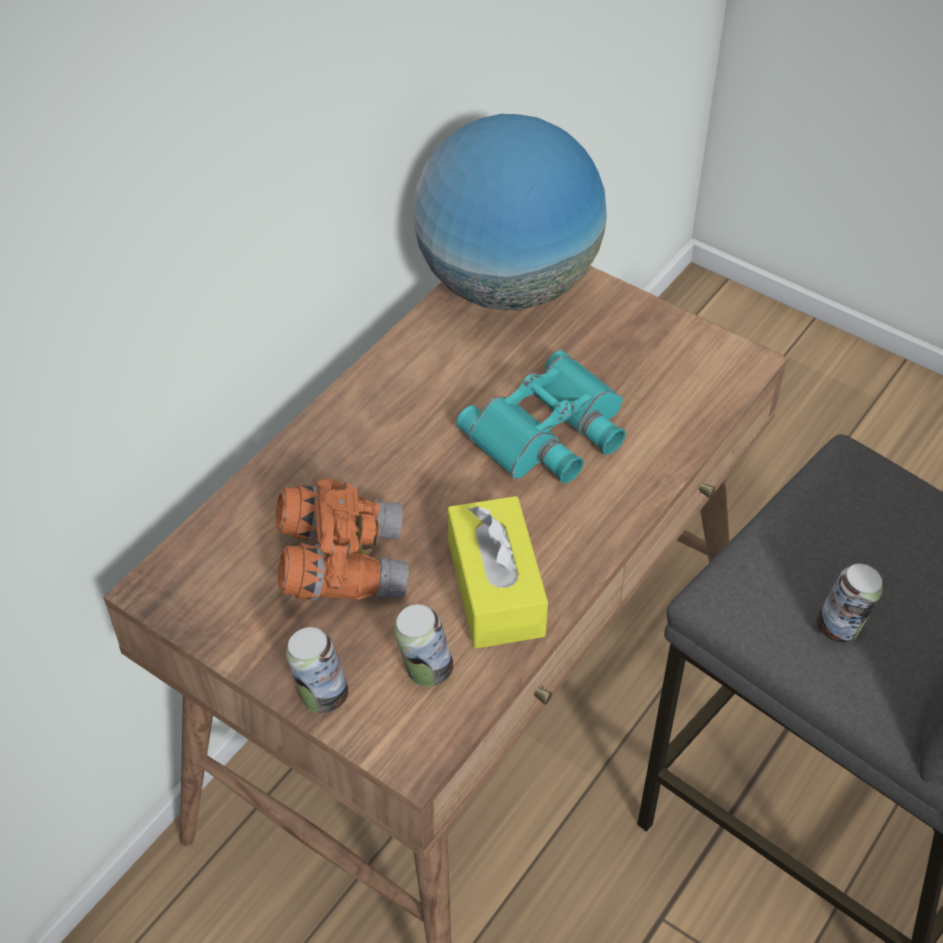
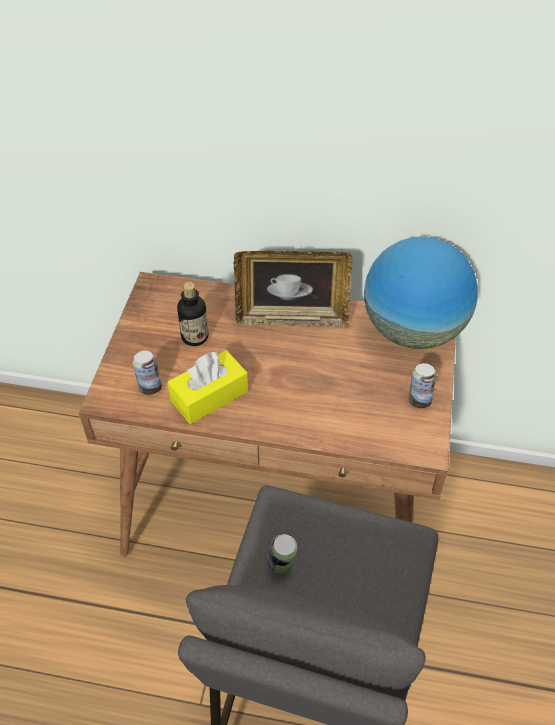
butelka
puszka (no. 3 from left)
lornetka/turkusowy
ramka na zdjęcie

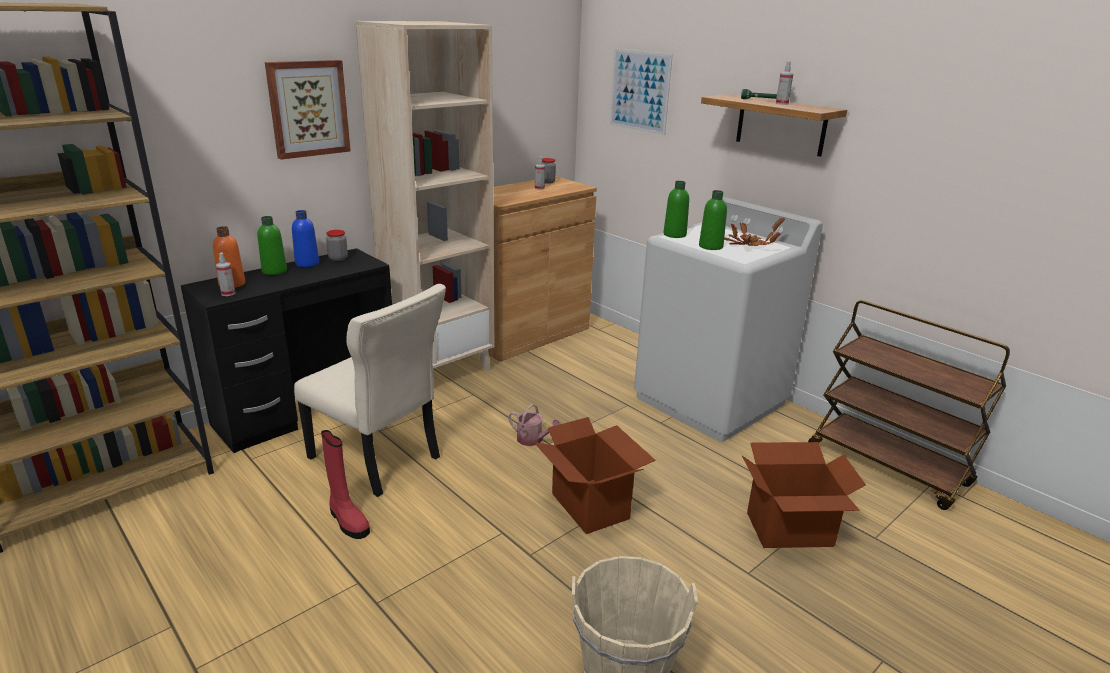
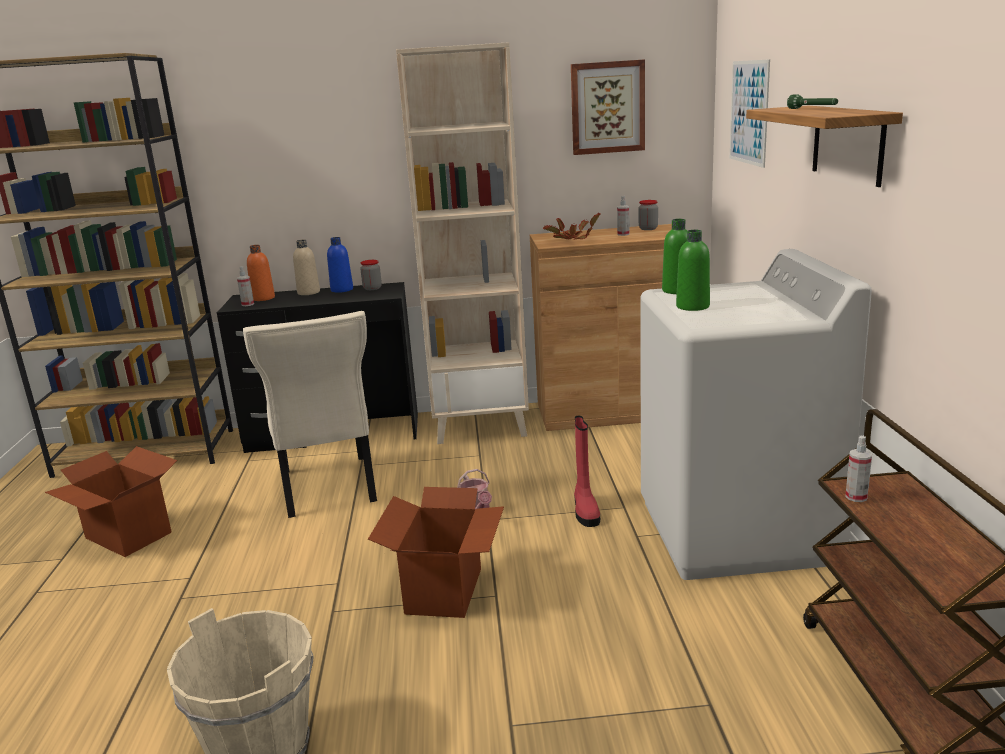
butelka/beżowy
obraz (no. 1 from left)
but z cholewką/czerwony
roślina doniczkowa
karton (no. 1 from left)
spryskiwacz (no. 3 from left)

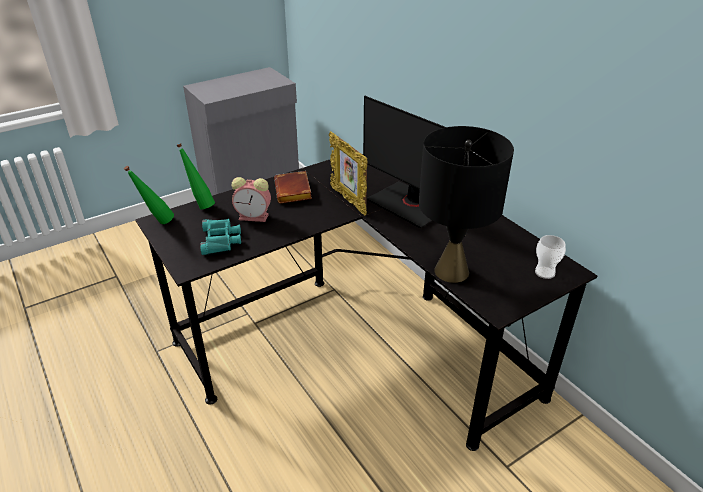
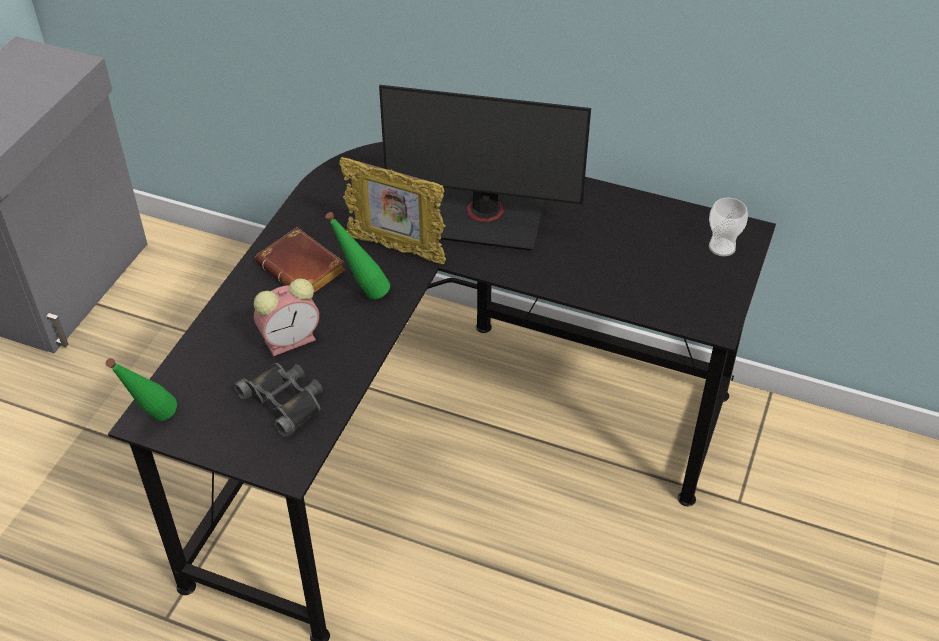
butelka/zielony (no. 2 from left)
lornetka/czarny
lampa stołowa/czarny

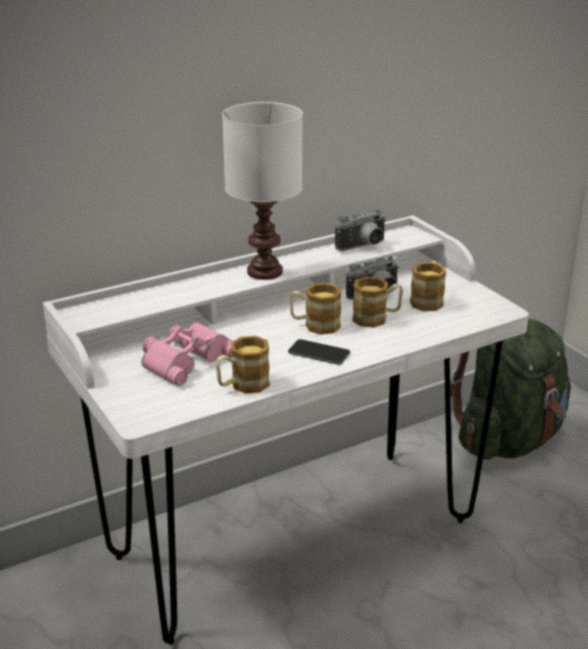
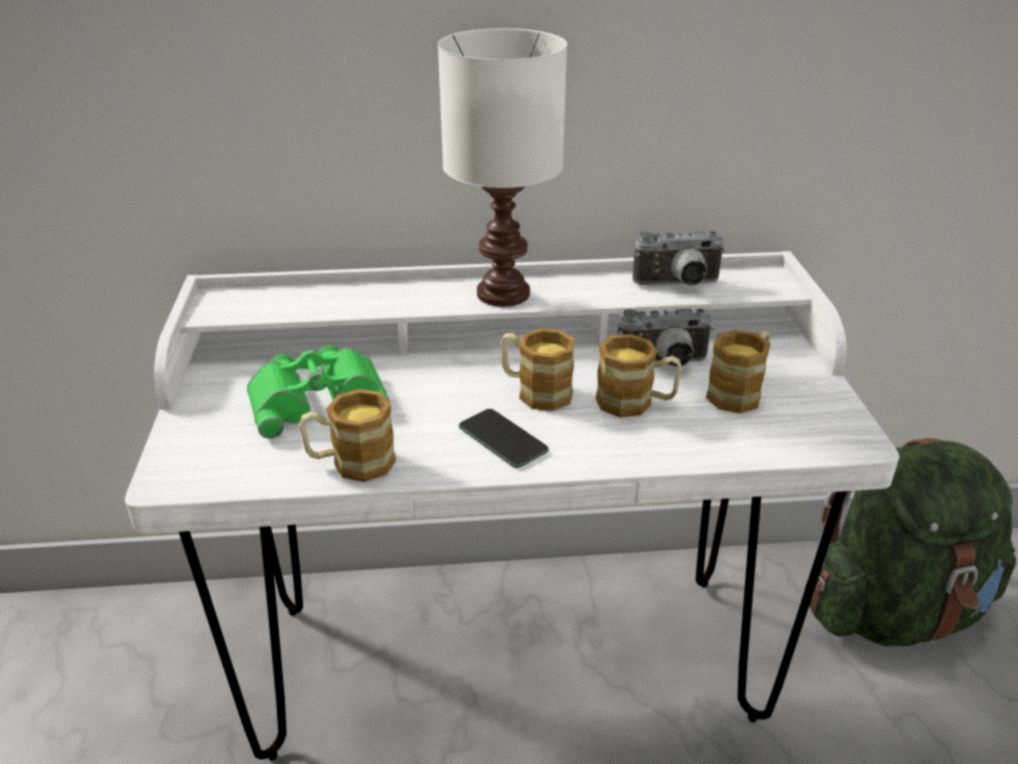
lornetka/zielony

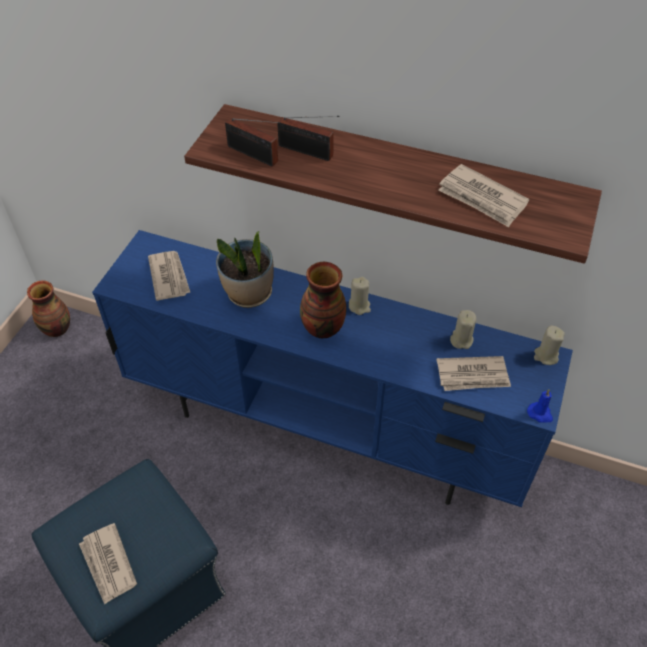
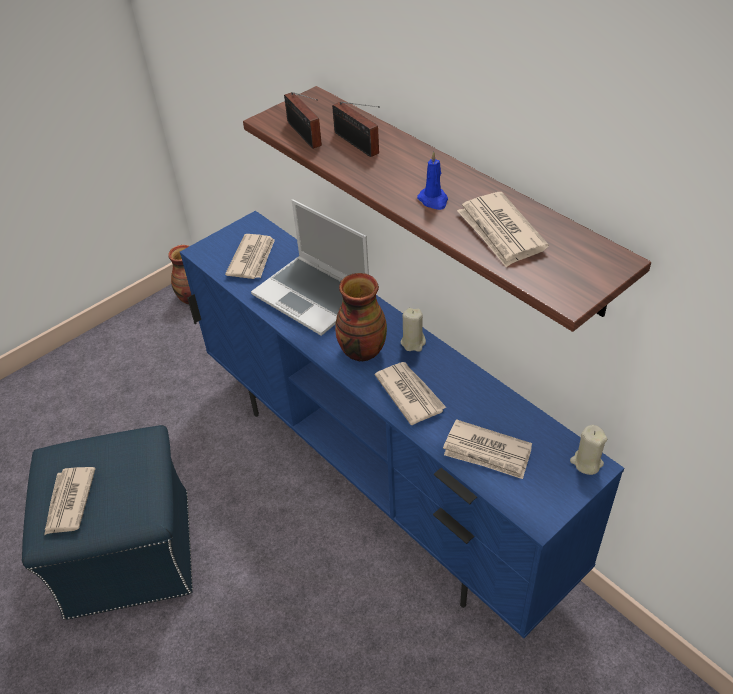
laptop
świeca/beżowy (no. 2 from left in the first image)
świeca/niebieski
gazeta (no. 3 from left)

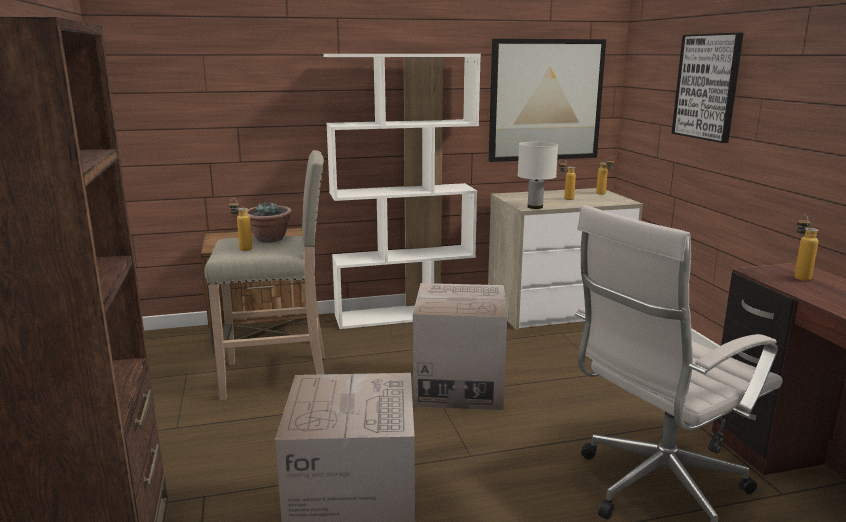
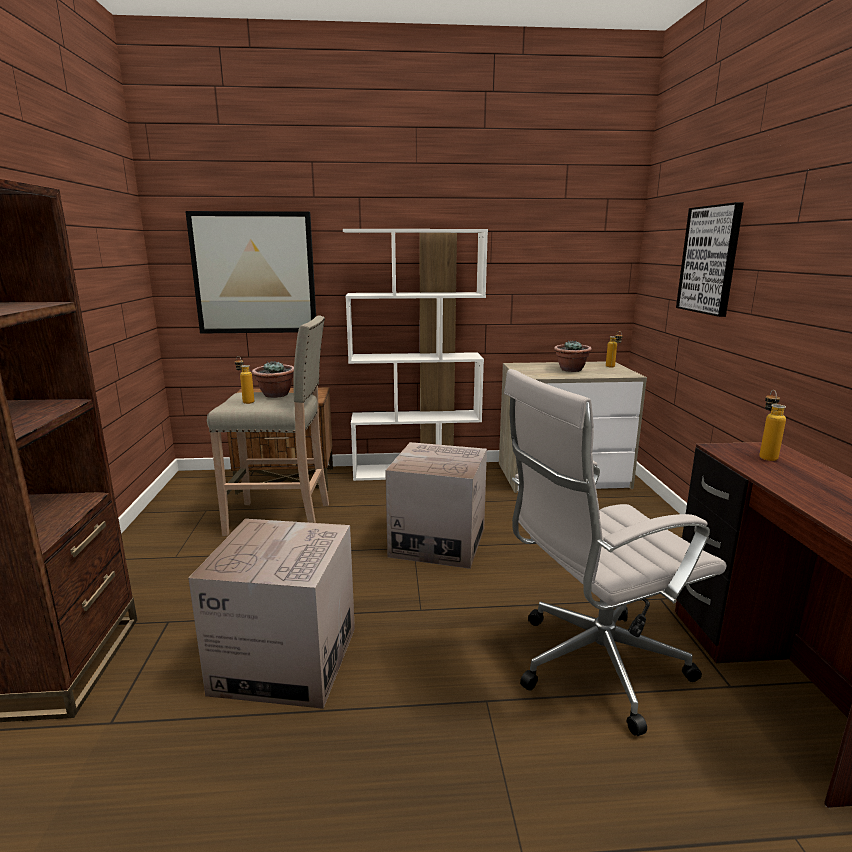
obraz (no. 1 from left)
lampa stołowa/biały
roślina doniczkowa (no. 2 from left)

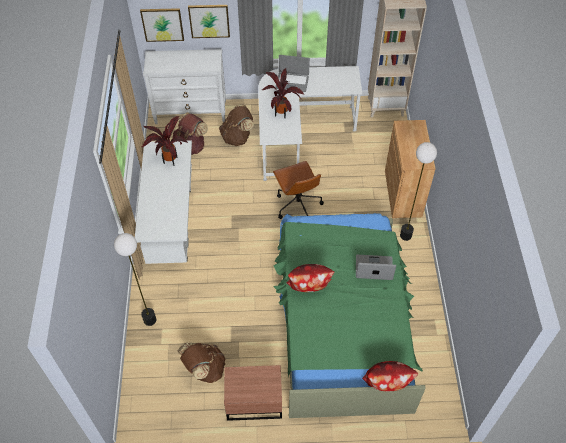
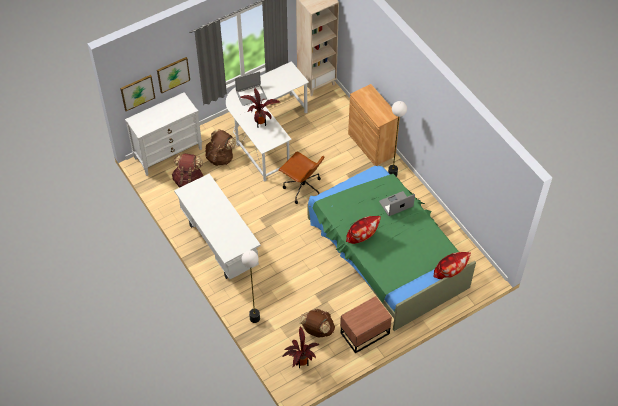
roślina doniczkowa (no. 2 from left)

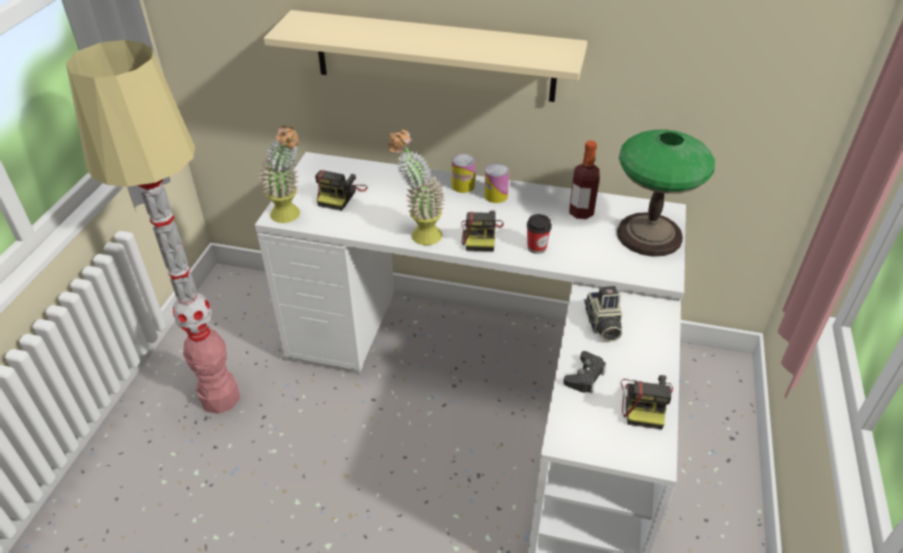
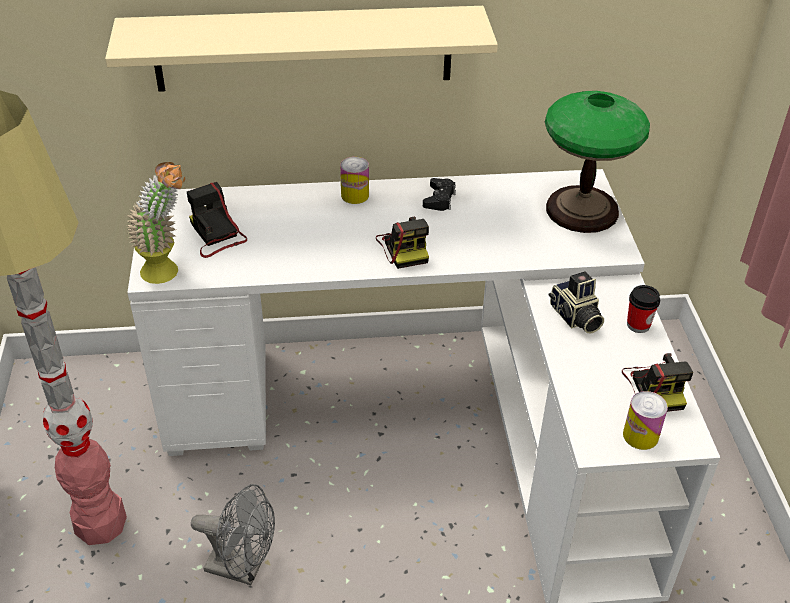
aparat fotograficzny (no. 1 from left)
roślina doniczkowa (no. 2 from left in the first image)
puszka (no. 2 from left)
filiżanka
pad do gier/czarny
butelka
wentylator/szary

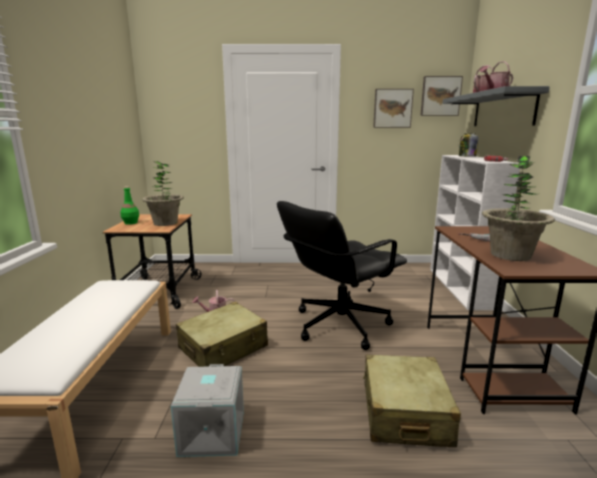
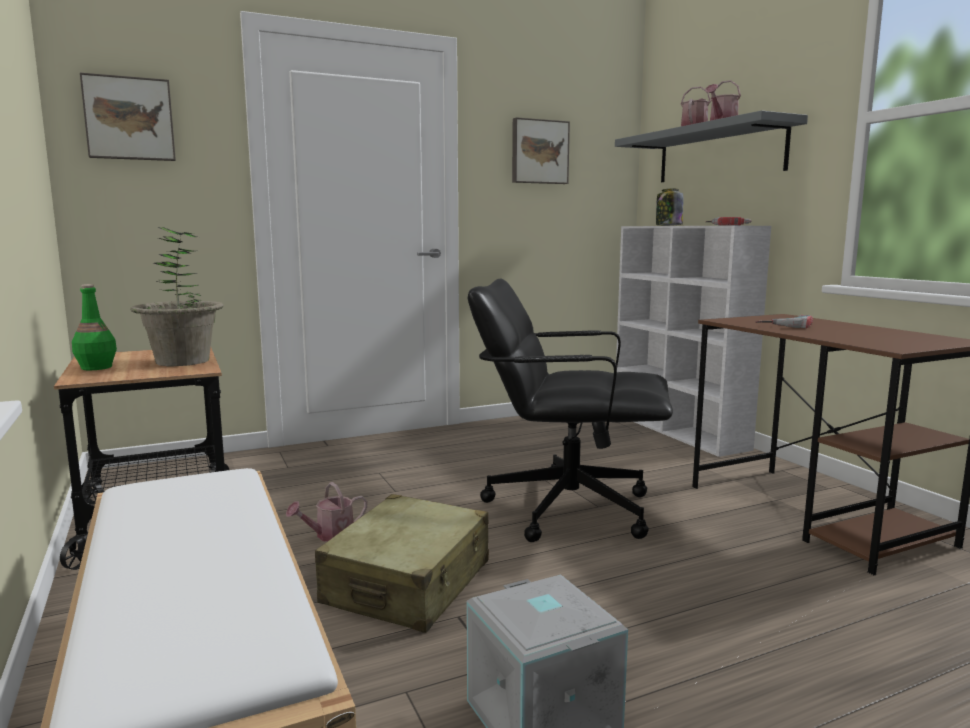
krzesło biurowe/czarny
walizka/beżowy (no. 2 from left in the first image)
obraz (no. 1 from left)
roślina doniczkowa (no. 2 from left in the first image)

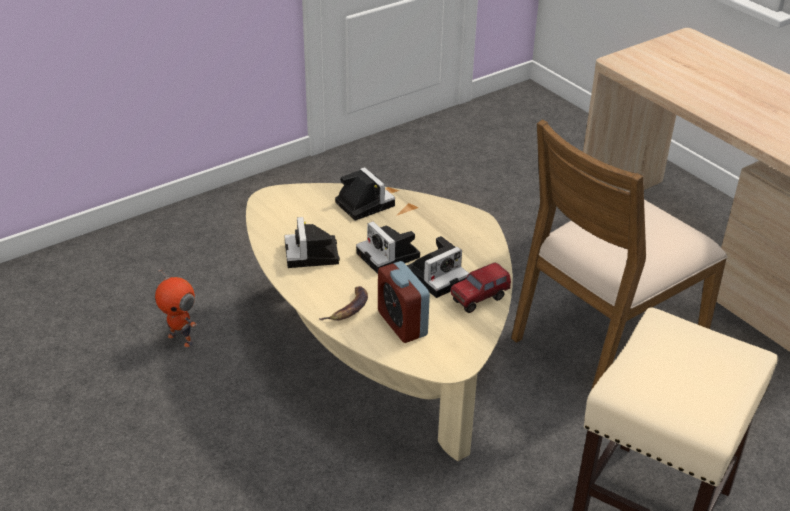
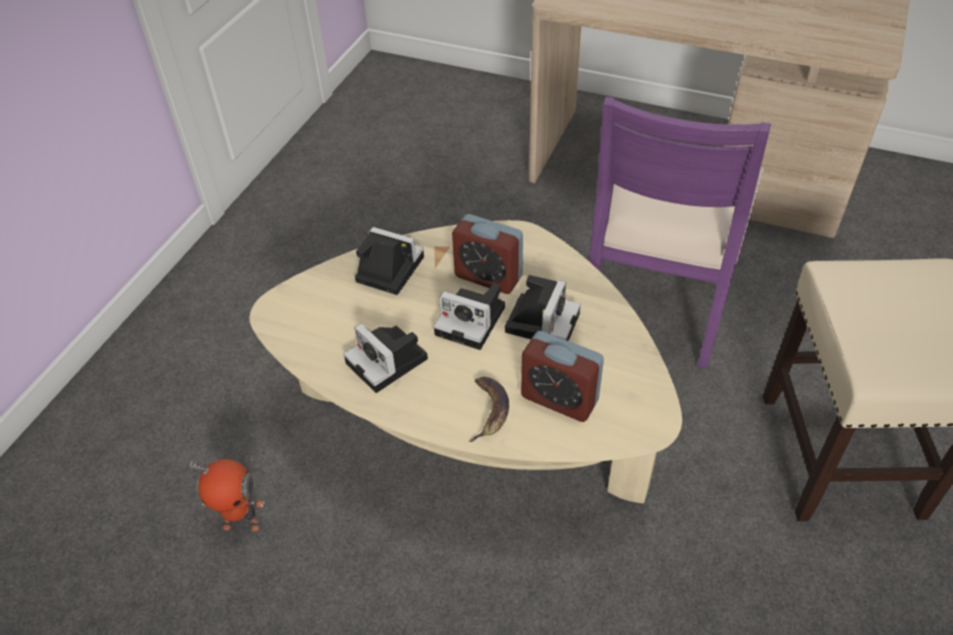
ciężarówka zabawkowa
krzesło/fioletowy
budzik (no. 1 from left)

